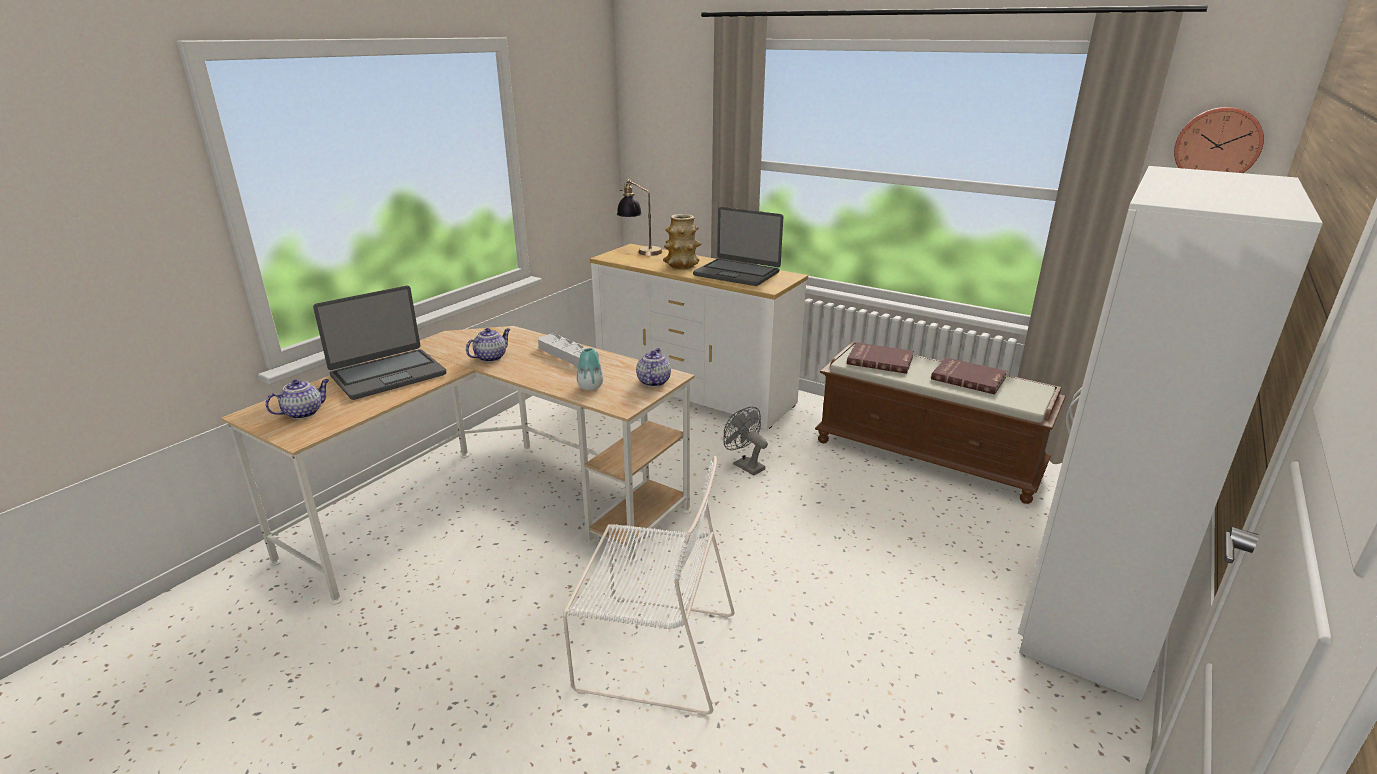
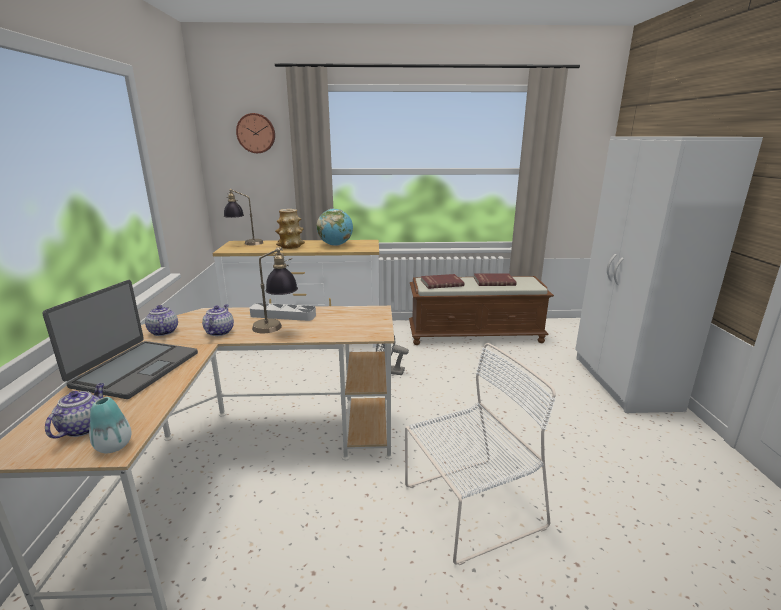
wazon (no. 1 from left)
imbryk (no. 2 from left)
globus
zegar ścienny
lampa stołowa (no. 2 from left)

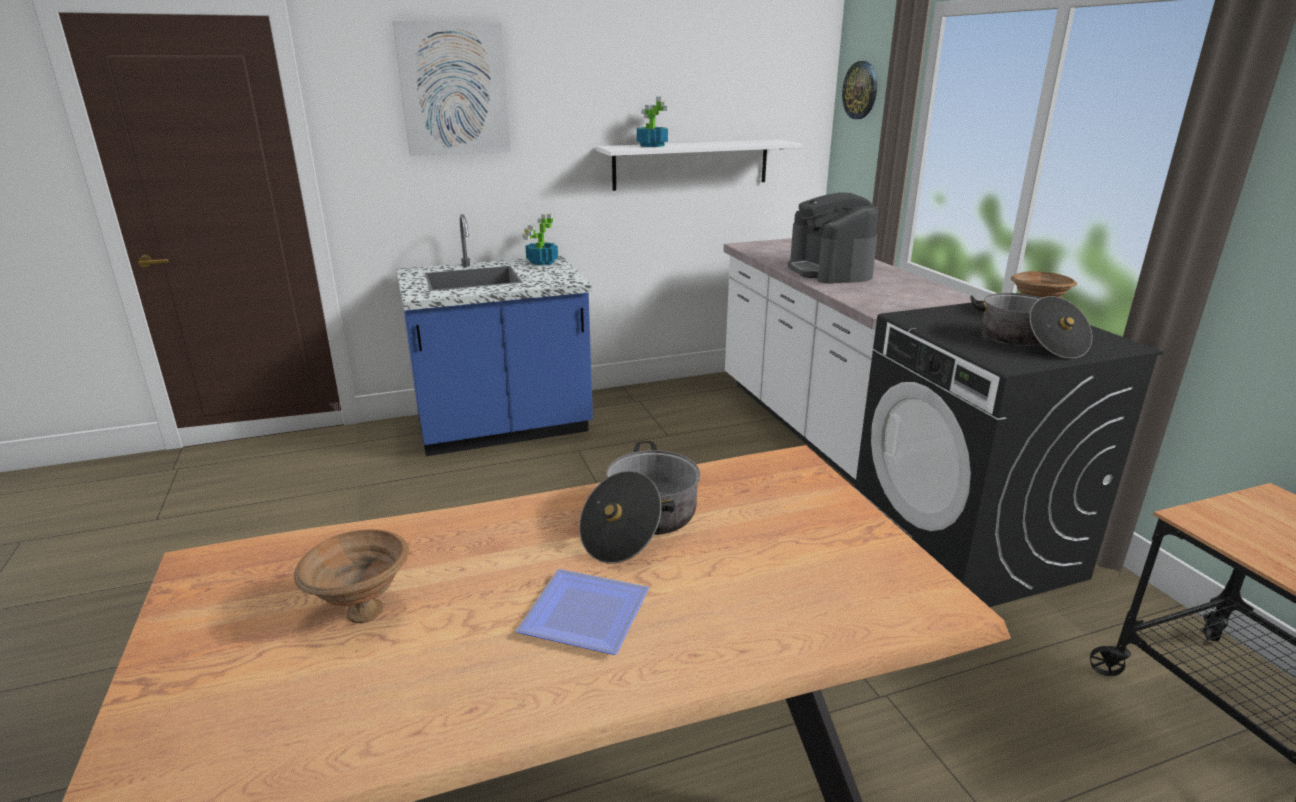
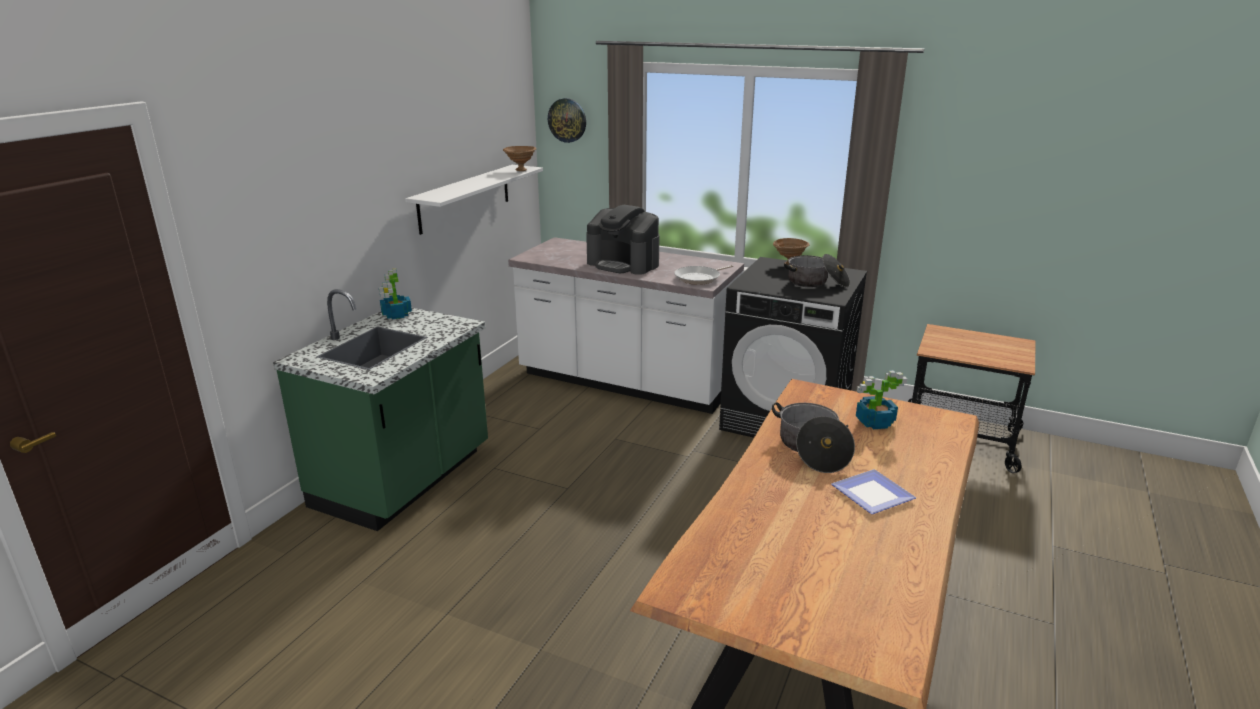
miska/brązowy (no. 1 from left)
obraz
zabudowa kuchenna/zielony
roślina doniczkowa (no. 2 from left)
patelnia

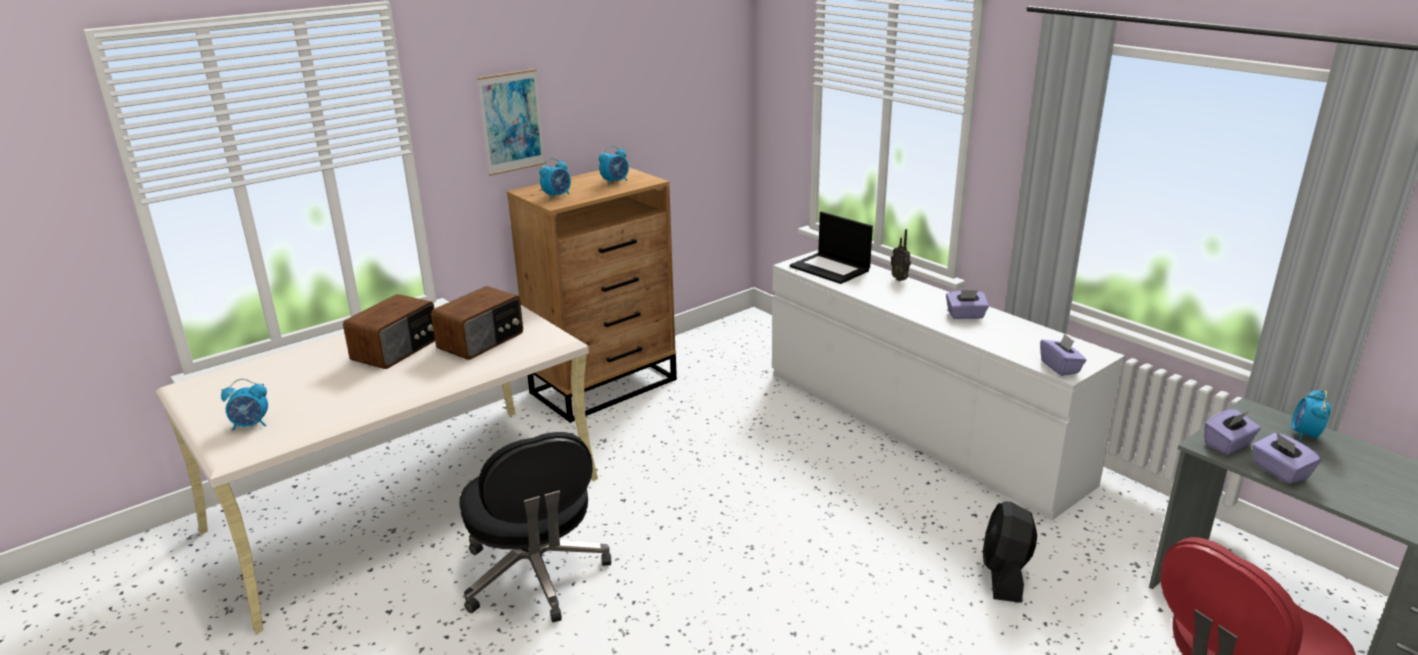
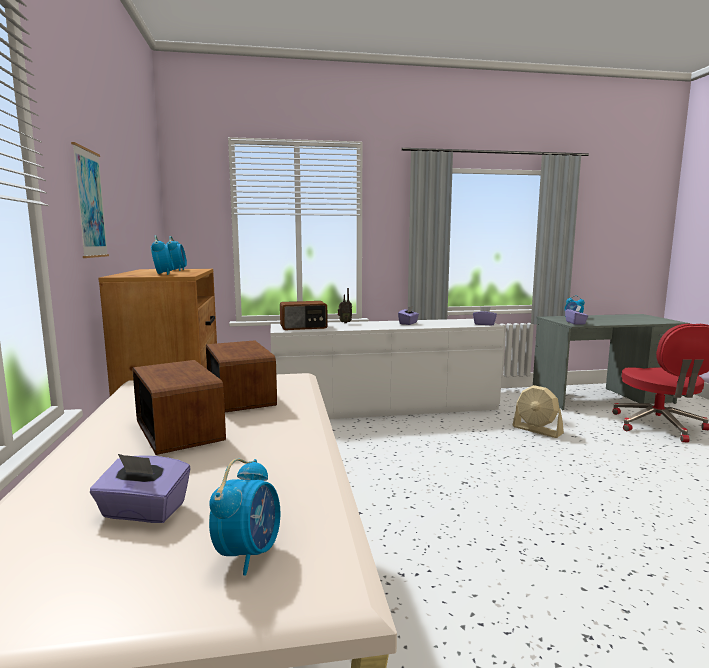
krzesło biurowe/czarny
radio (no. 3 from left)
wentylator/beżowy
pudełko chusteczek/fioletowy (no. 1 from left)

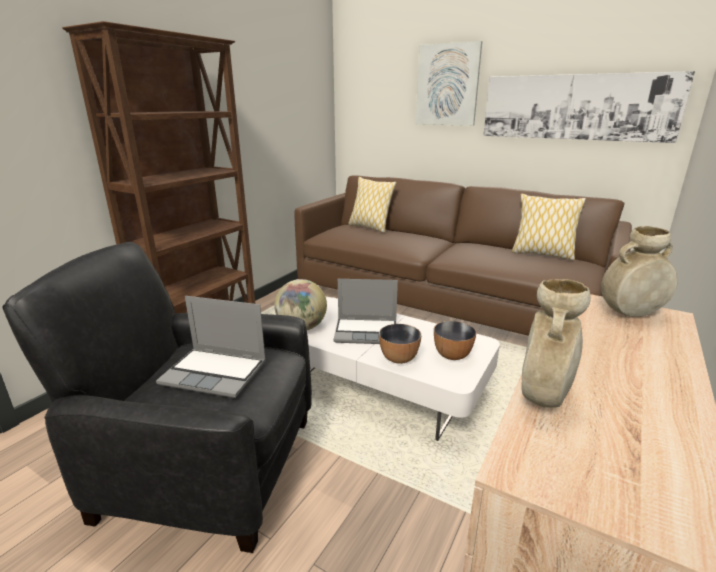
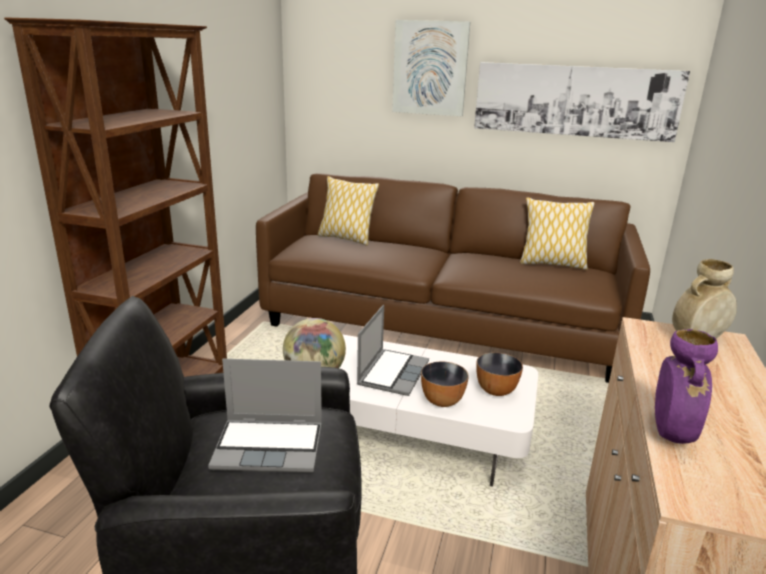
laptop (no. 2 from left)
wazon/fioletowy

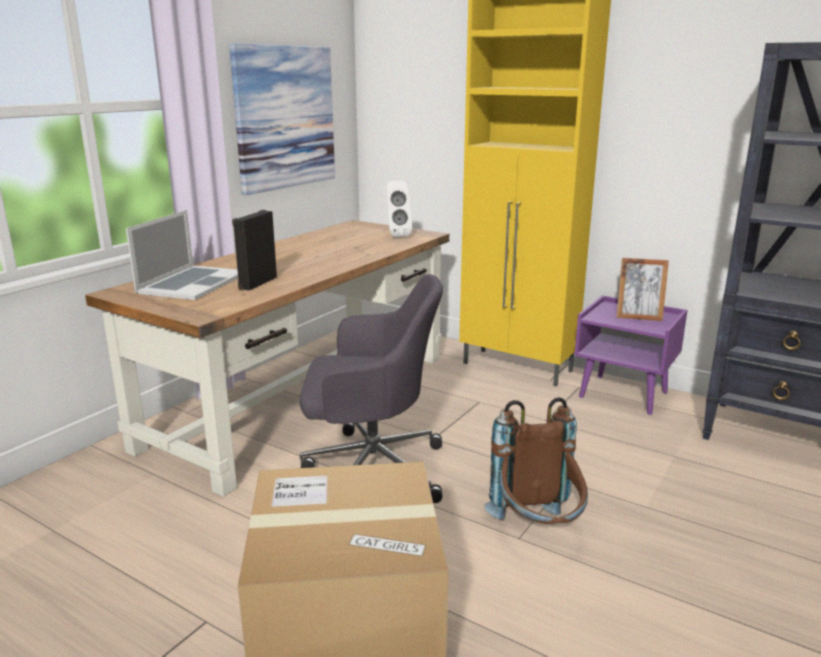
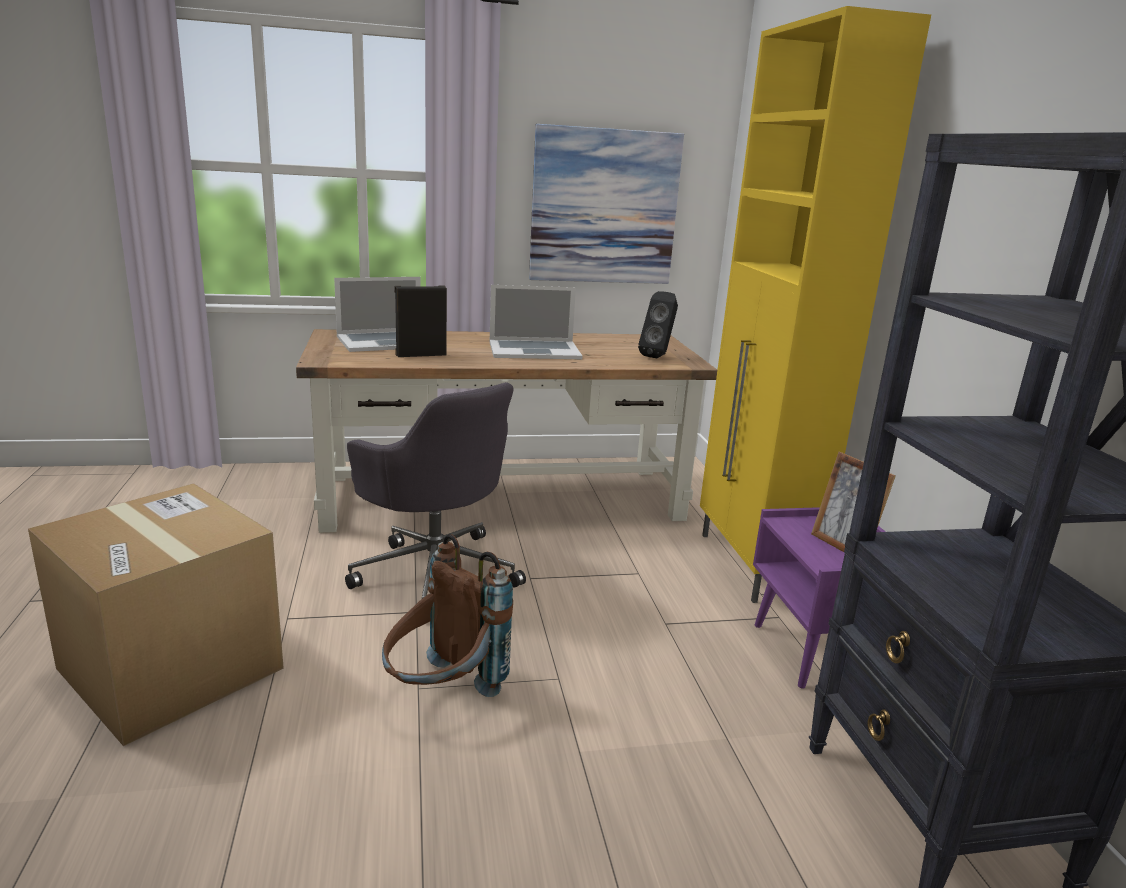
głośnik/czarny (no. 2 from left)
laptop (no. 2 from left)

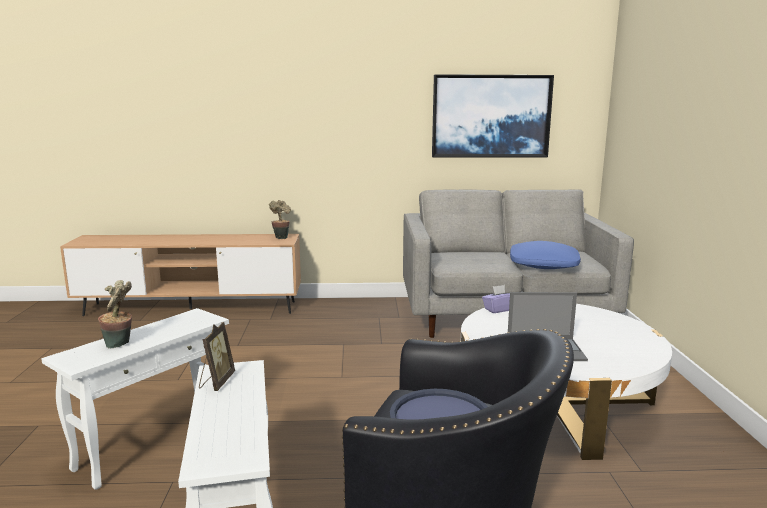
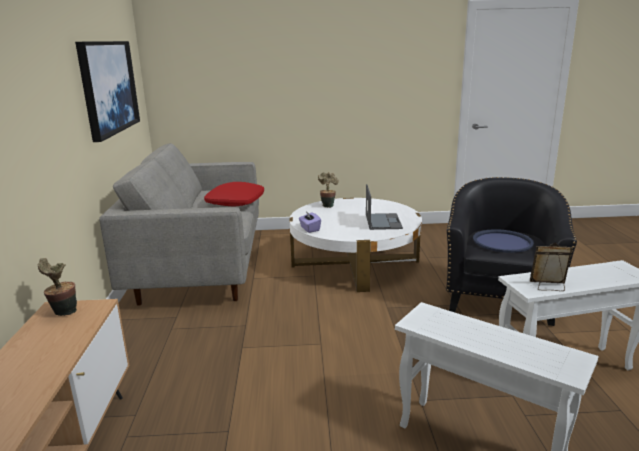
roślina doniczkowa (no. 2 from left)
poduszka/czerwony

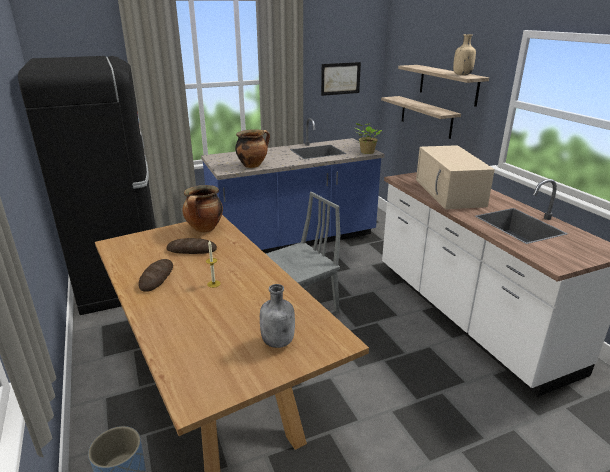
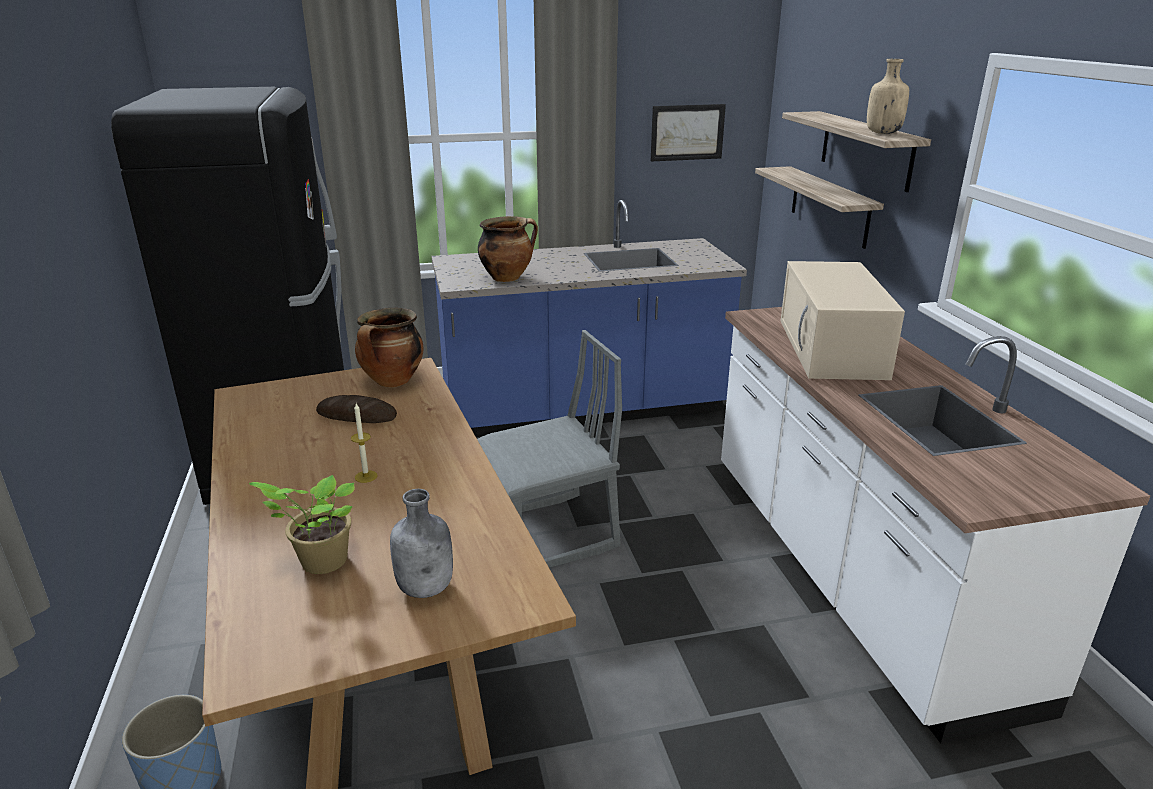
chleb (no. 1 from left in the first image)
roślina doniczkowa

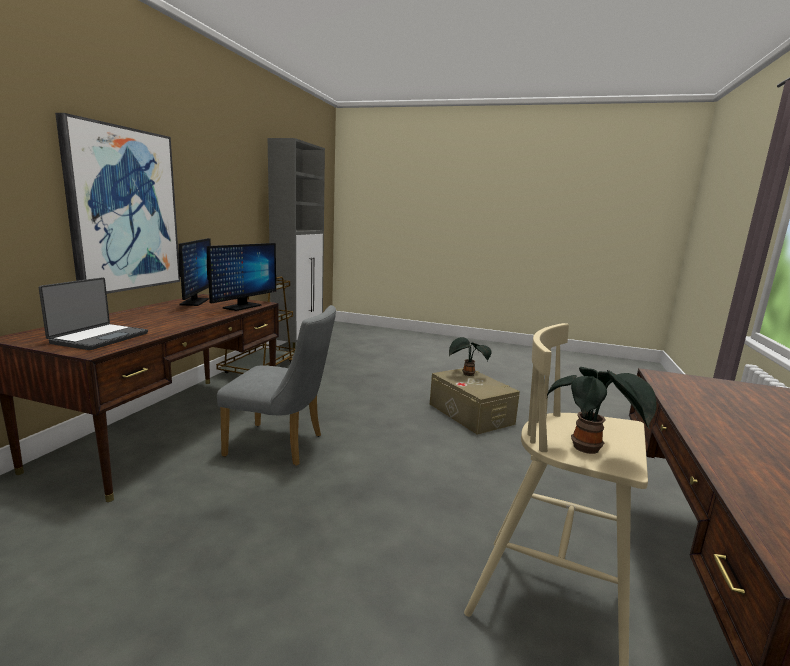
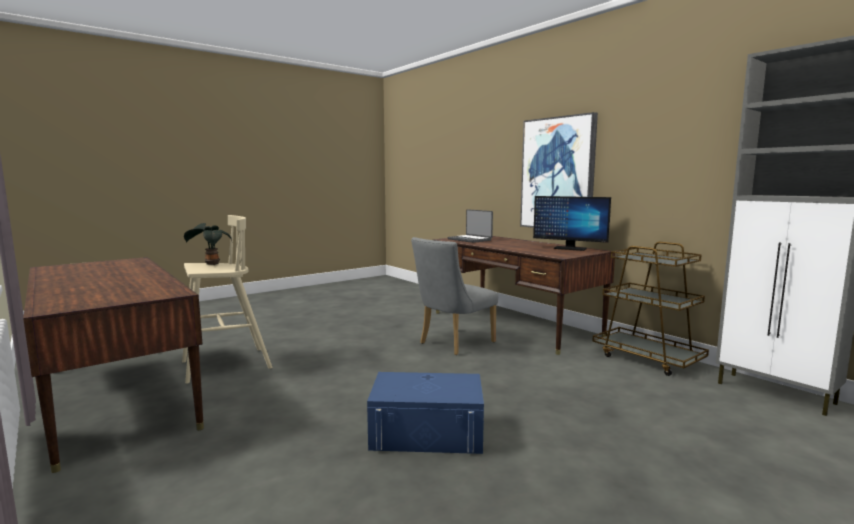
monitor (no. 2 from left in the first image)
pojemnik do przechowywania/niebieski
roślina doniczkowa (no. 1 from left in the first image)

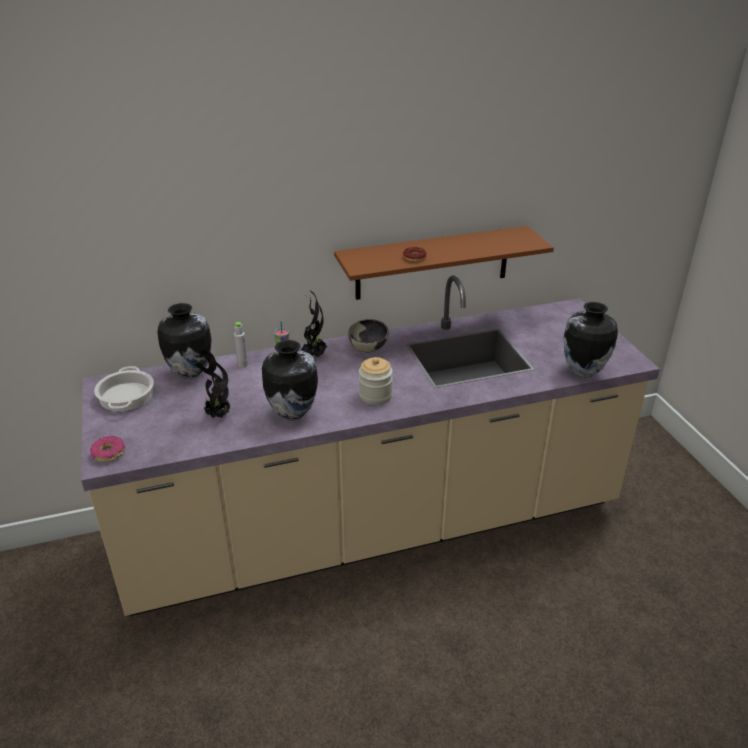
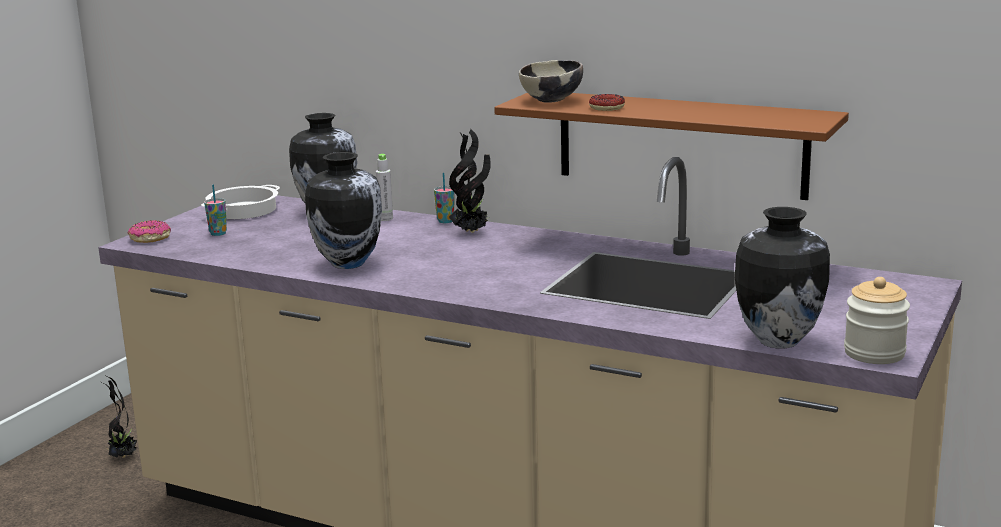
roślina doniczkowa (no. 1 from left)
miska
słoik
filiżanka (no. 1 from left)

